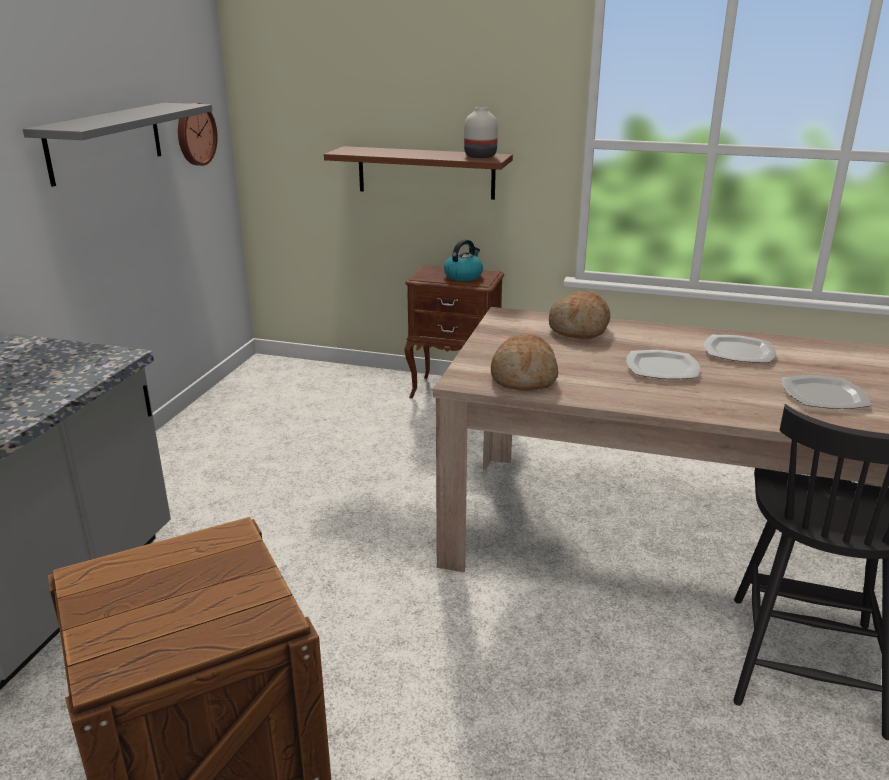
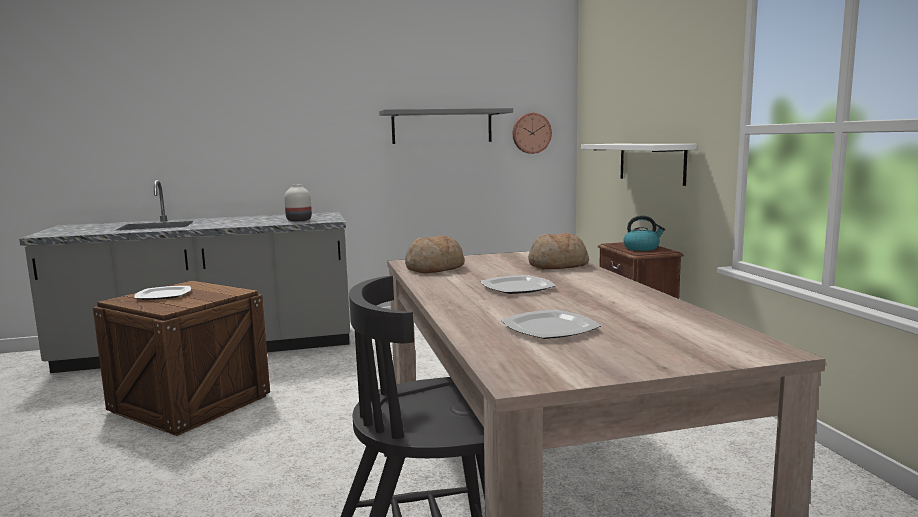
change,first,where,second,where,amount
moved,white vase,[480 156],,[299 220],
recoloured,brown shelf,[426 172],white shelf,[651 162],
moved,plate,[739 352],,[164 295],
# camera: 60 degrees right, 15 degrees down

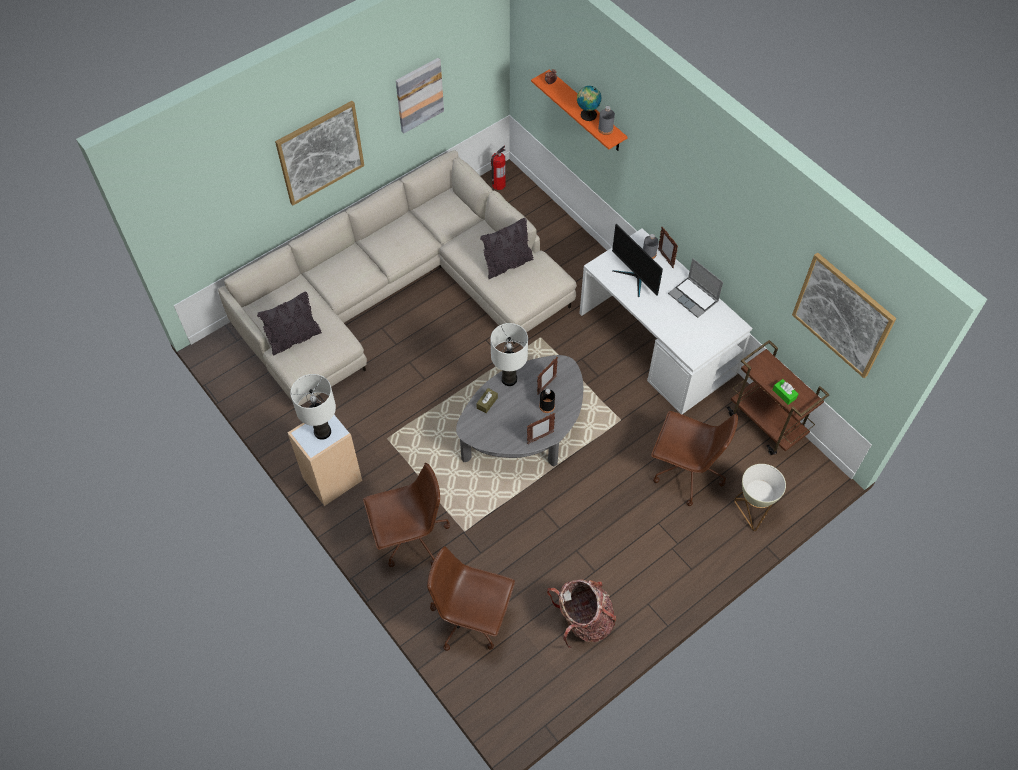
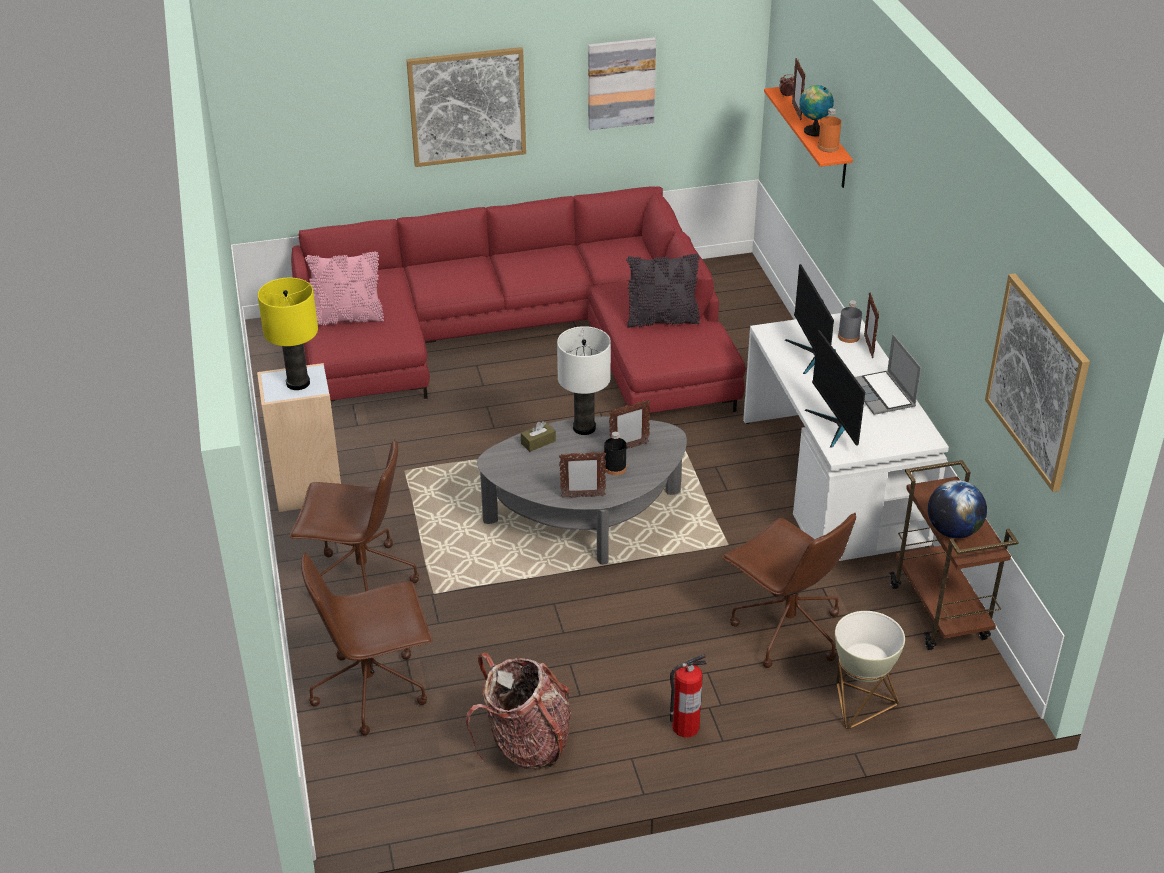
change,first,where,second,where,amount
recoloured,grey bottle,[605 129],orange bottle,[828 147],
moved,fire extinguisher,[498 185],,[685 727],
recoloured,beige sofa,[400 293],red sofa,[523 340],
recoloured,black pillow,[294 338],pink pillow,[348 318],
recoloured,white table lamp,[322 432],yellow table lamp,[298 383],
replaced,green tissue box,[784 394],globe,[953 531],
turned,brown office chair,[472 619],,[375 690],60 degrees counterclockwise
added,,,picture frame,[796 112],
added,,,monitor,[836 425],
# camera: 25 degrees right, 20 degrees down

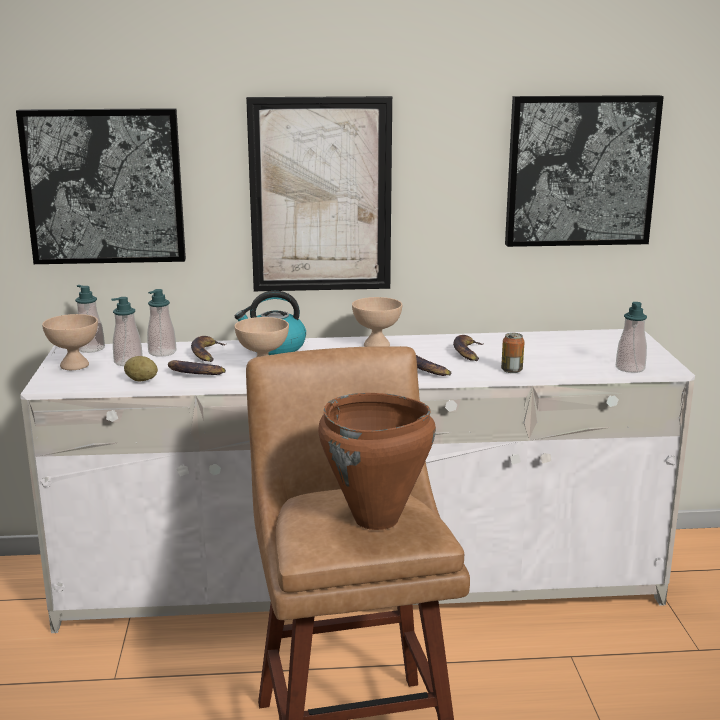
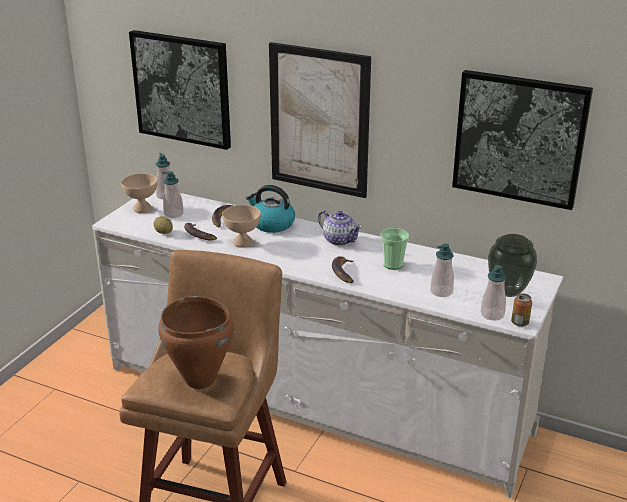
change,first,where,second,where,amount
moved,soap dispenser,[162 352],,[441 291],
replaced,beige bowl,[376 345],teapot,[339 240],
moved,can,[511 370],,[520 323],
replaced,banana,[468 352],cup,[393 265],
added,,,vase,[509 292],
# camera: 30 degrees right, 10 degrees up

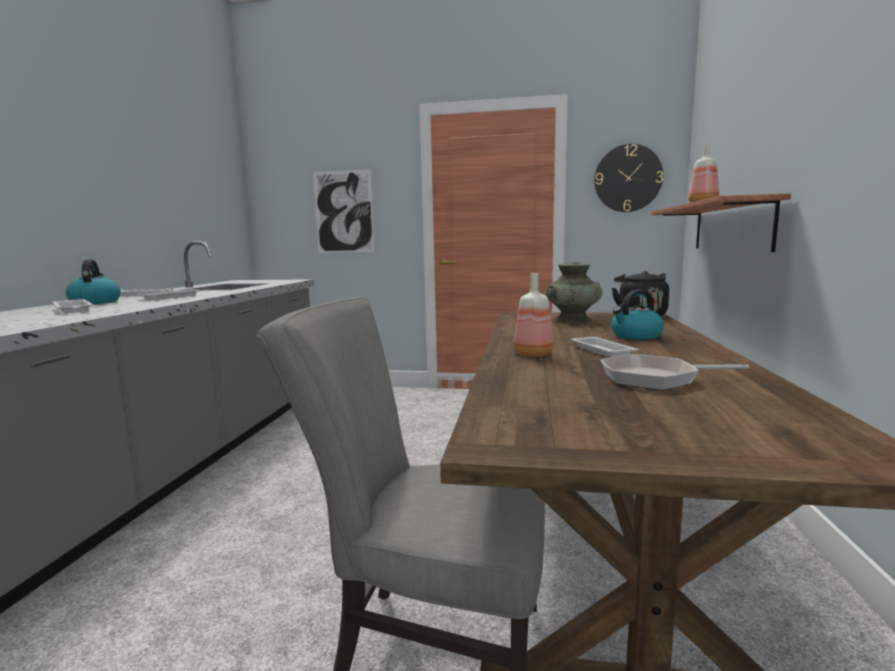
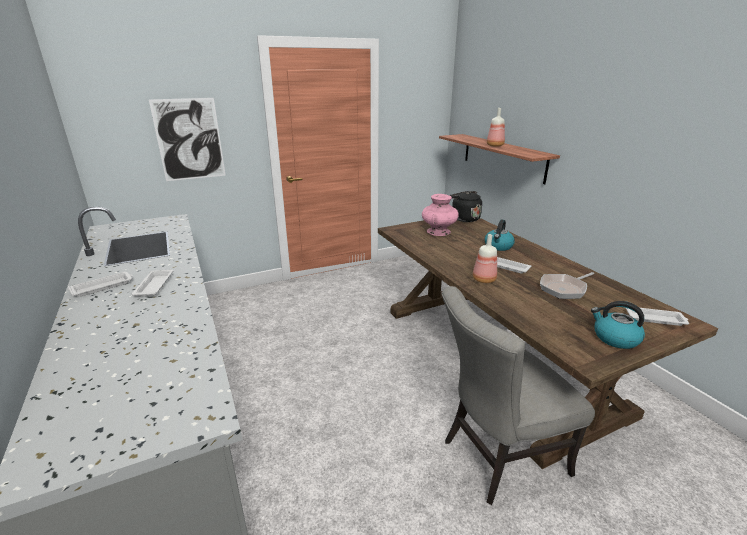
change,first,where,second,where,amount
removed,wall clock,[628 178],,,
moved,kettle,[95 302],,[615 338],
recoloured,turquoise vase,[573 320],pink vase,[438 231],
moved,white tray,[73 310],,[656 319],
# camera: 35 degrees left, 15 degrees up

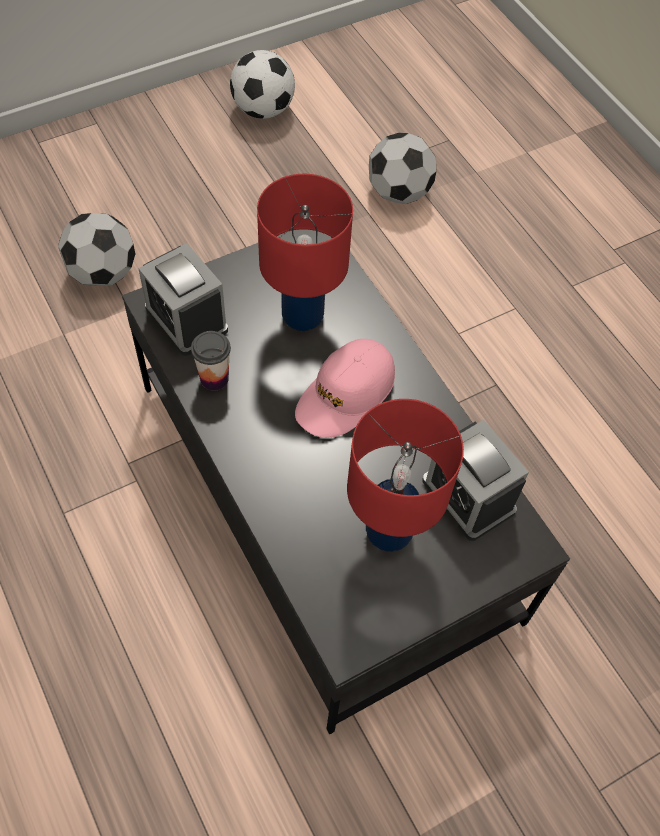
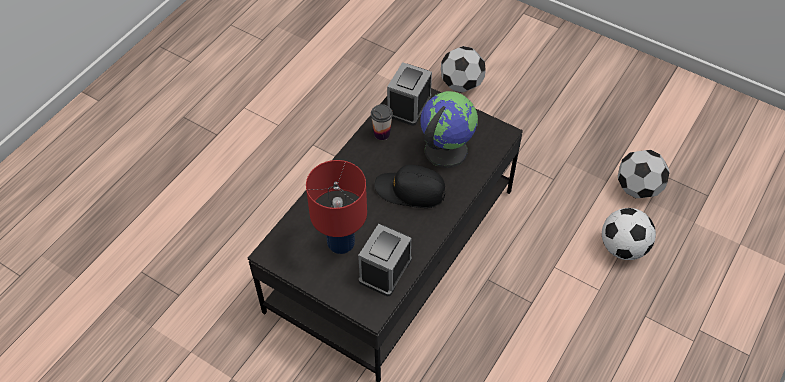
change,first,where,second,where,amount
moved,football,[263 110],,[623 248],
replaced,red table lamp,[300 317],globe,[445 150],
recoloured,pink cap,[345 395],black cap,[410 191],
# camera: 65 degrees right, 5 degrees down

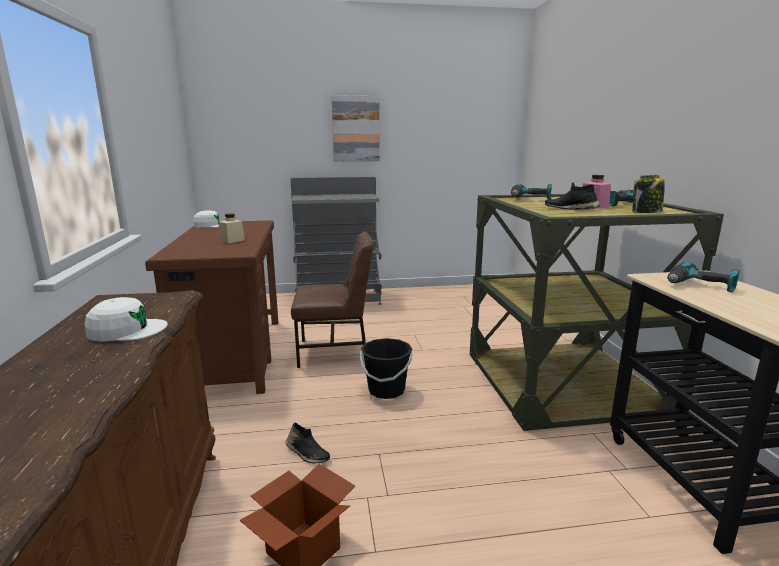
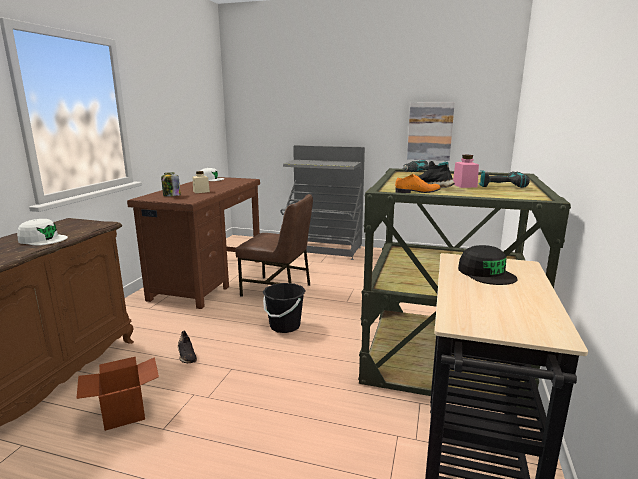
change,first,where,second,where,amount
moved,picture,[356 129],,[430 131],
moved,jar,[646 212],,[171 196],
replaced,power drill,[700 286],black cap,[486 273],
added,,,orange shoe,[418 191],
# camera: 25 degrees right, 0 degrees up

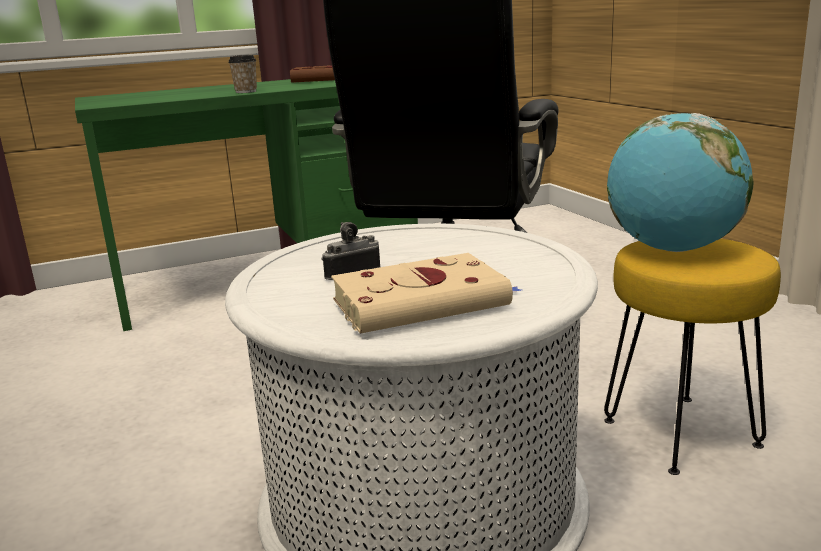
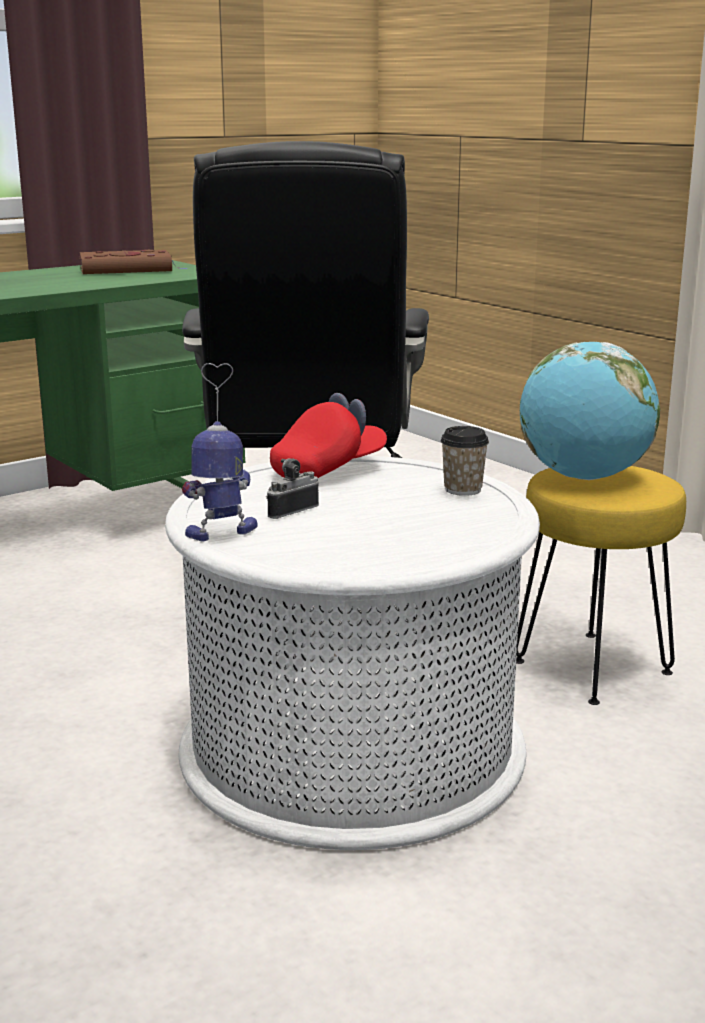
change,first,where,second,where,amount
moved,cup,[246 92],,[463 489],
removed,beige book,[425 302],,,
added,,,toy robot,[223 532],
added,,,red cap,[329 470],
# camera: 15 degrees left, 0 degrees up

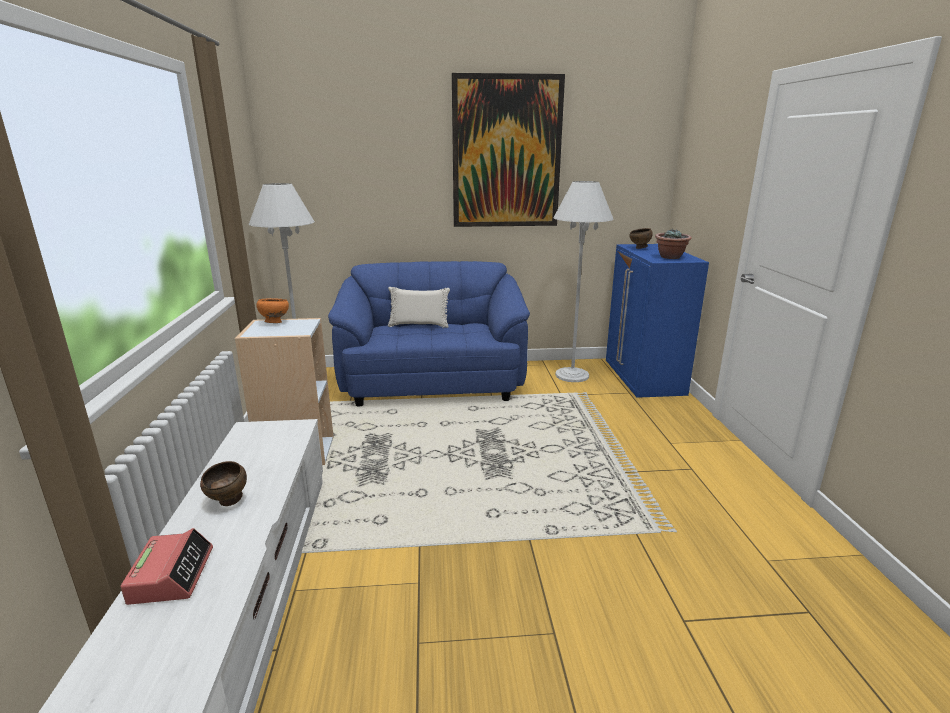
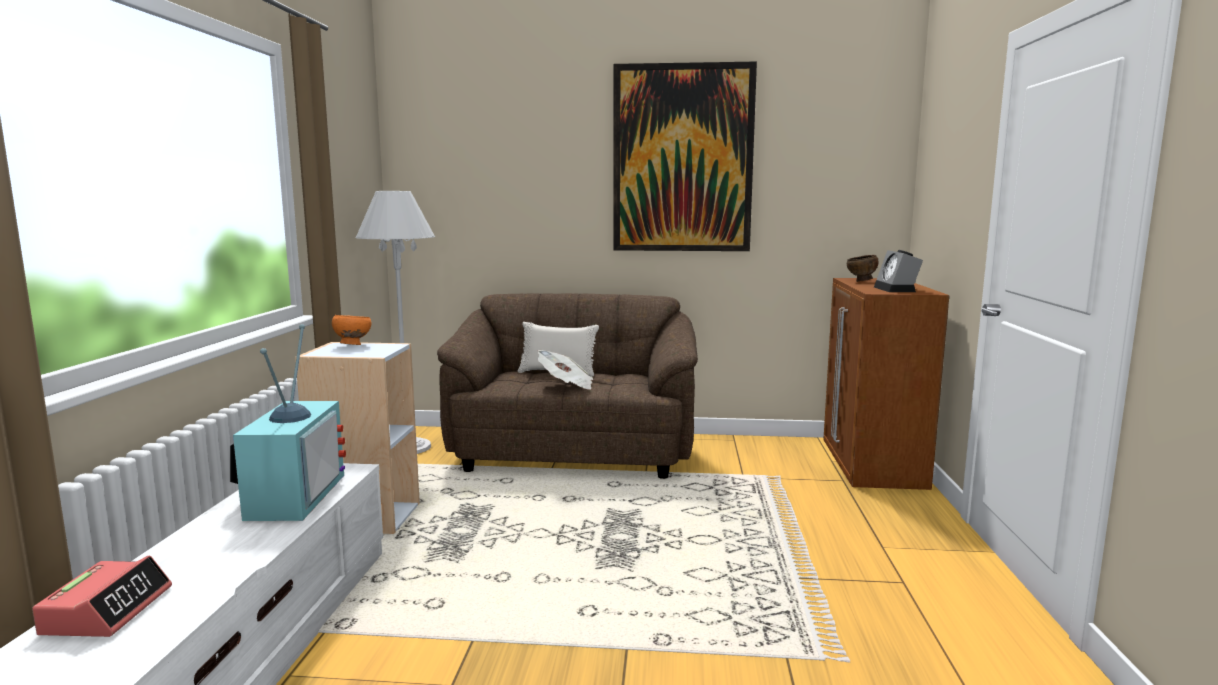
change,first,where,second,where,amount
removed,white floor lamp,[572 375],,,
replaced,potted plant,[670 257],alarm clock,[897 289],
recoloured,blue cabinet,[644 376],brown cabinet,[872 462],
recoloured,blue sofa,[433 384],brown sofa,[573 453],
removed,brown bowl,[229 502],,,
added,,,television,[291 495],
added,,,newspaper,[566 385],
# camera: 10 degrees right, 10 degrees down

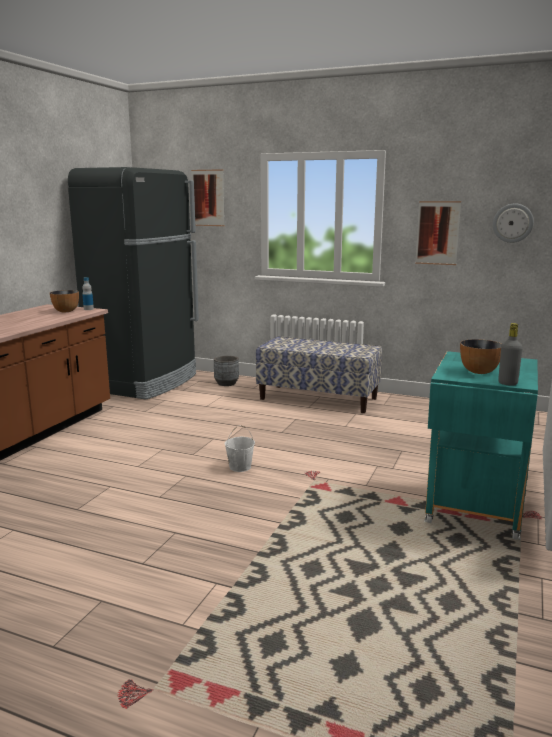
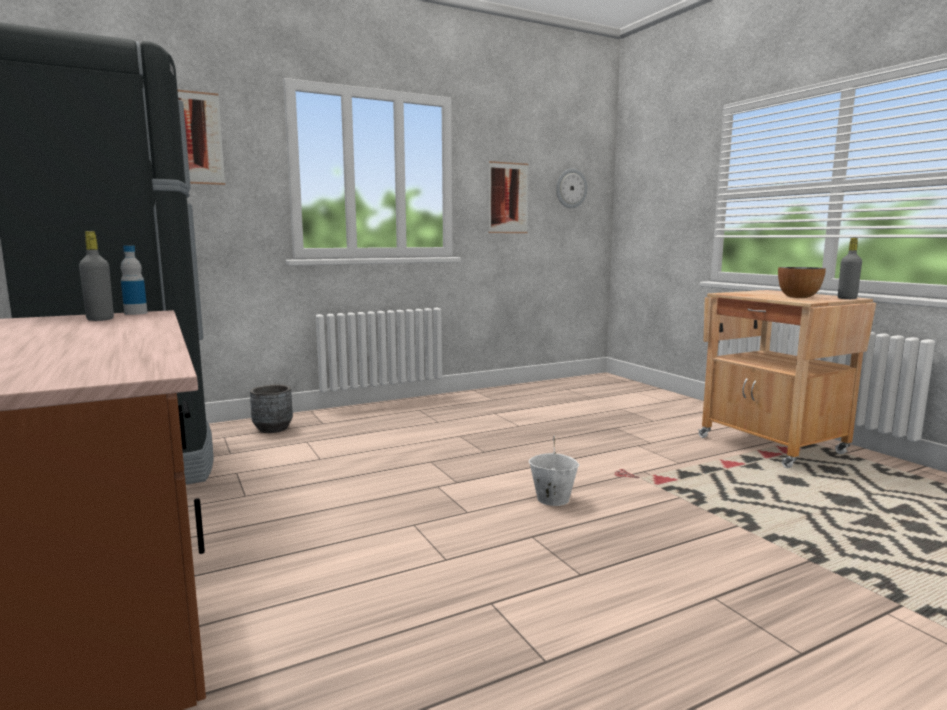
change,first,where,second,where,amount
replaced,bowl,[65 311],grey bottle,[100 319],
removed,bench,[318 398],,,
recoloured,turquoise cart,[474 509],brown cart,[773 446],
# camera: 50 degrees left, 5 degrees down

